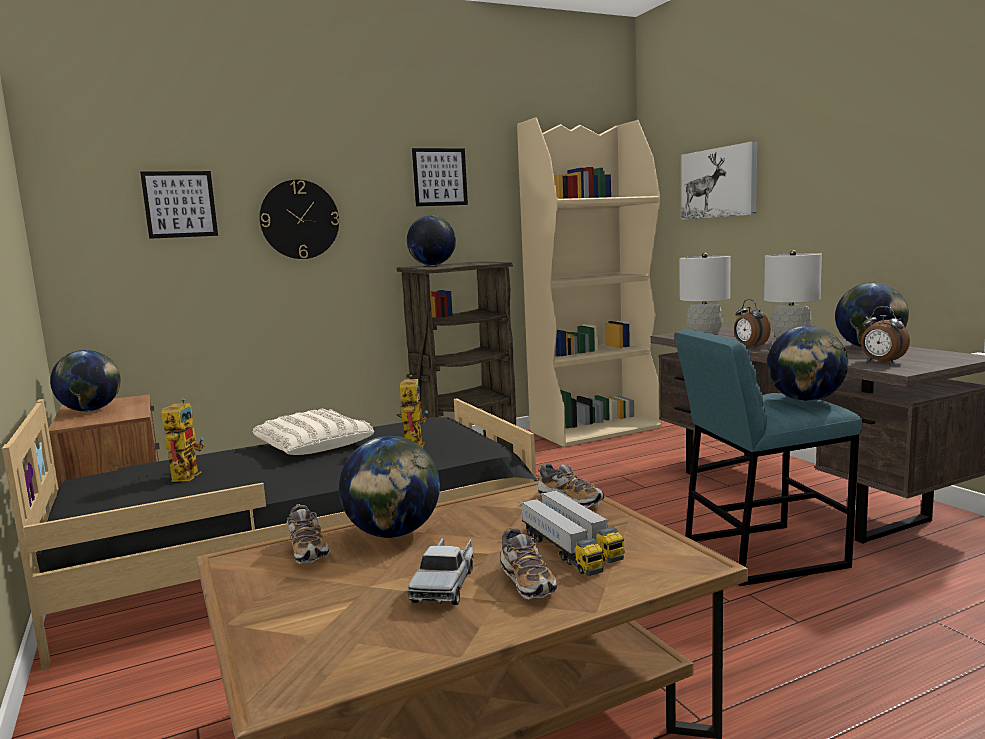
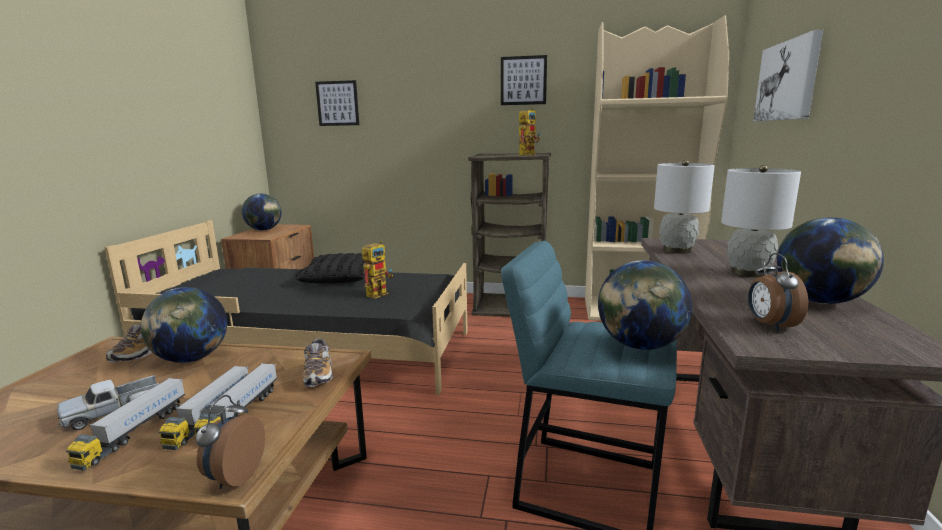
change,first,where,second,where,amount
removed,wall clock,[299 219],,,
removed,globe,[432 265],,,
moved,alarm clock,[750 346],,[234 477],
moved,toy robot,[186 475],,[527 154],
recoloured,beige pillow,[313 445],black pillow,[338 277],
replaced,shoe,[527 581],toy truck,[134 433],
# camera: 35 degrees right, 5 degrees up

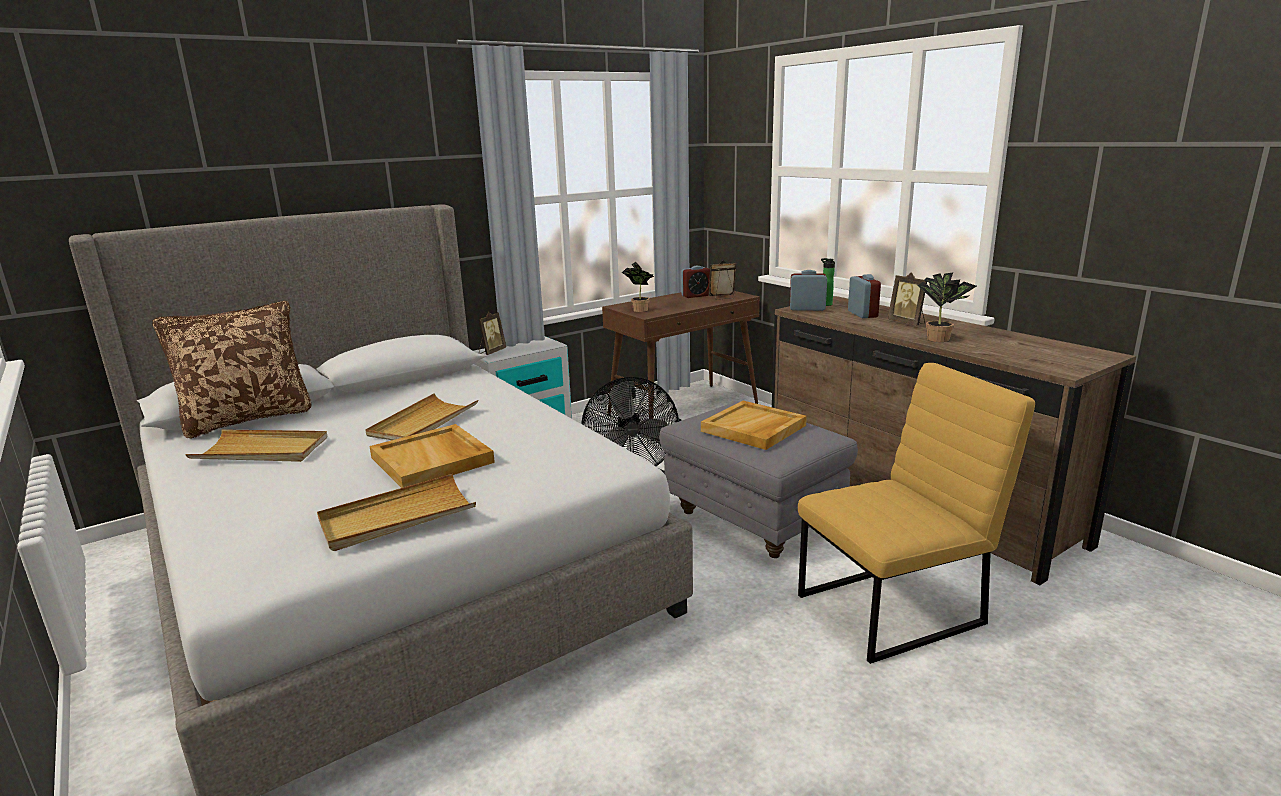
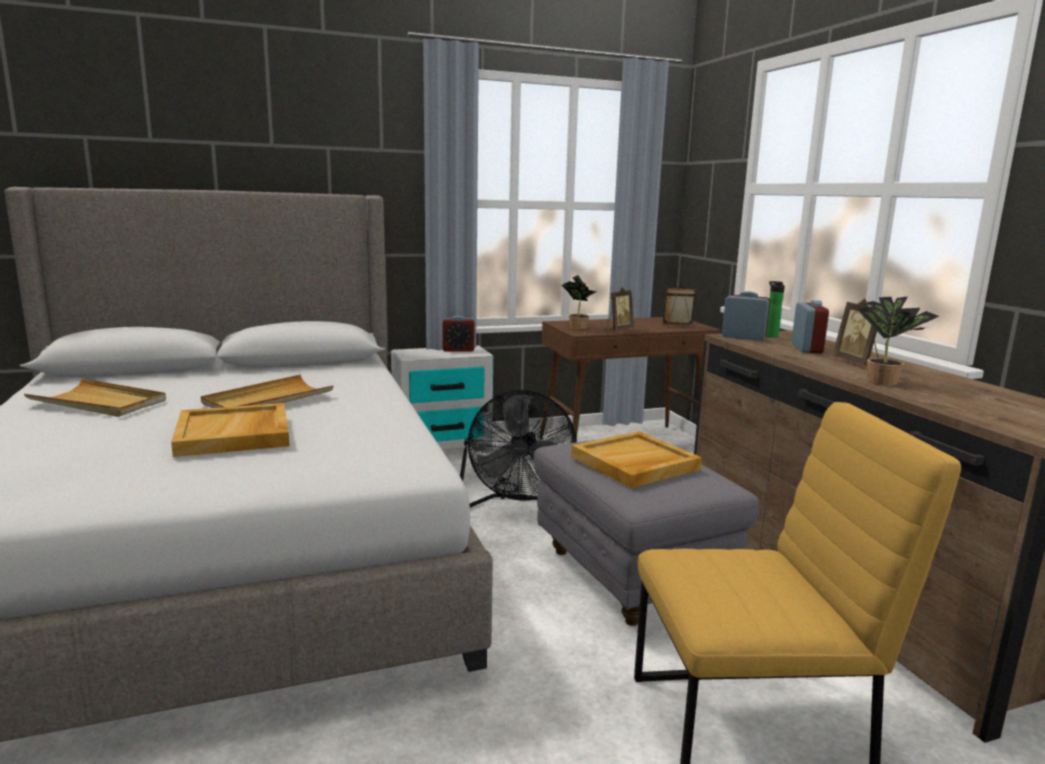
change,first,where,second,where,amount
moved,alarm clock,[696 296],,[458 350],
removed,brown pillow,[250 421],,,
moved,picture frame,[491 352],,[618 330],
removed,beige tray,[397 517],,,
# camera: 15 degrees right, 5 degrees down

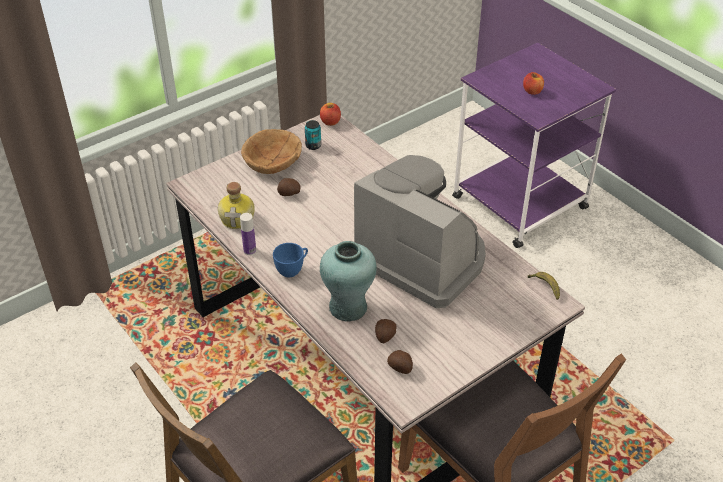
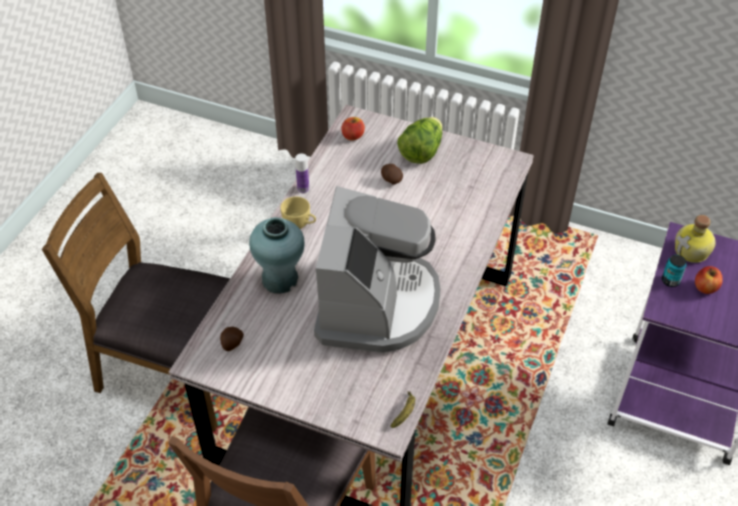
change,first,where,second,where,amount
moved,apple,[330 122],,[353 136],
moved,can,[313 145],,[670 281],
replaced,brown bowl,[272 163],lettuce,[421 152],
moved,bottle,[238 218],,[692 251],
recoloured,blue cup,[292 269],yellow cup,[300 225],
removed,potato,[384 336],,,
# camera: 60 degrees right, 5 degrees up

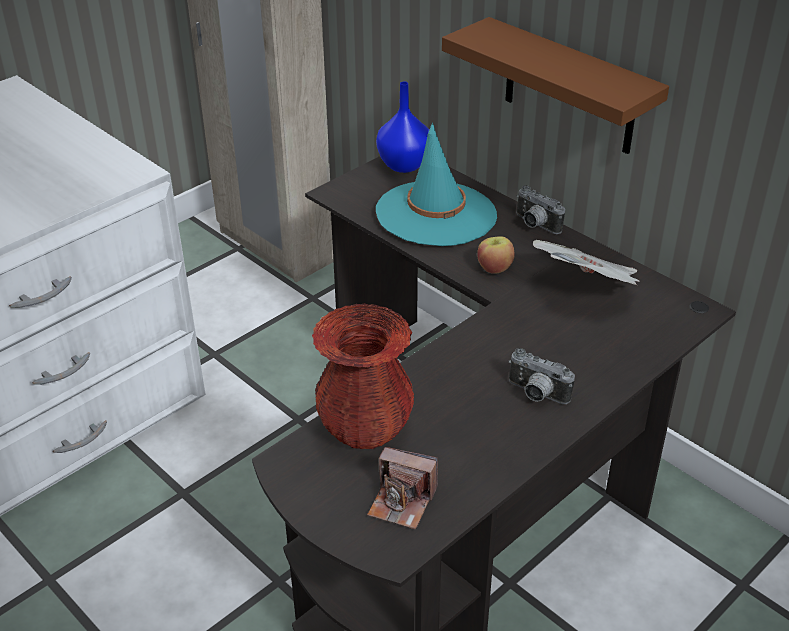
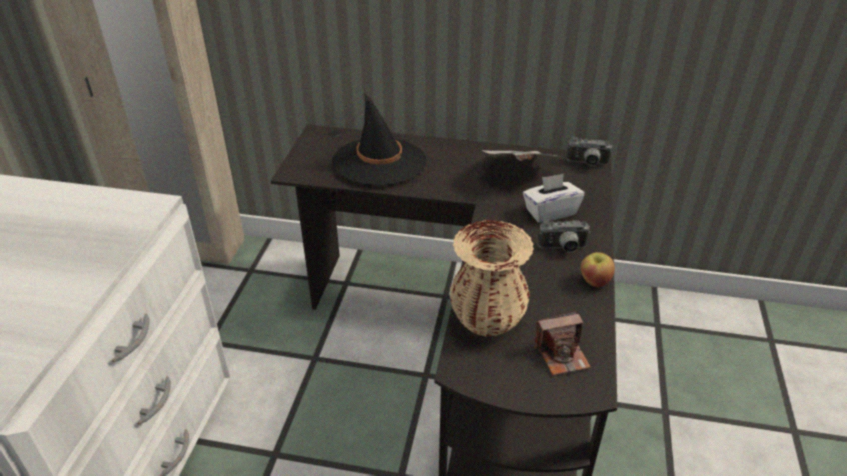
change,first,where,second,where,amount
removed,brown shelf,[569 88],,,
removed,blue vase,[403 165],,,
recoloured,turquoise hat,[436 214],black hat,[379 162],
moved,photo camera,[534 225],,[587 164],
moved,apple,[494 268],,[594 281],
recoloured,red vase,[365 429],beige vase,[487 320],
added,,,white tissue box,[550 212],
# camera: 35 degrees left, 0 degrees up

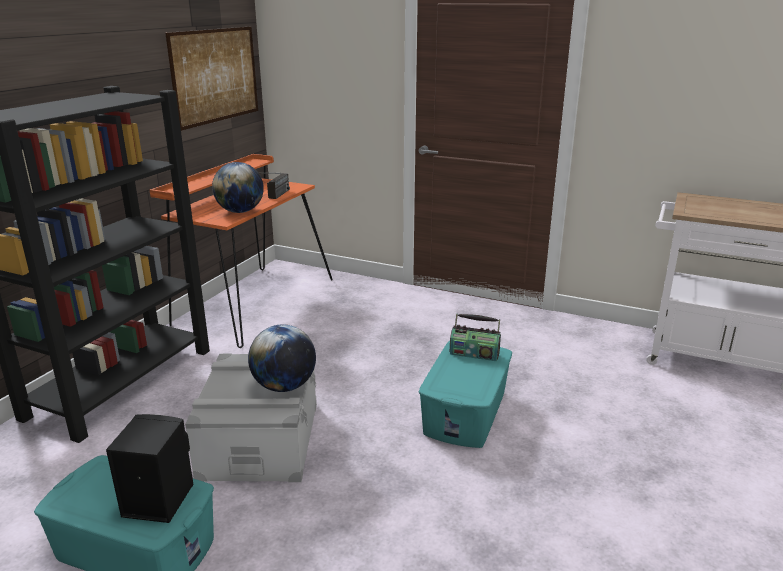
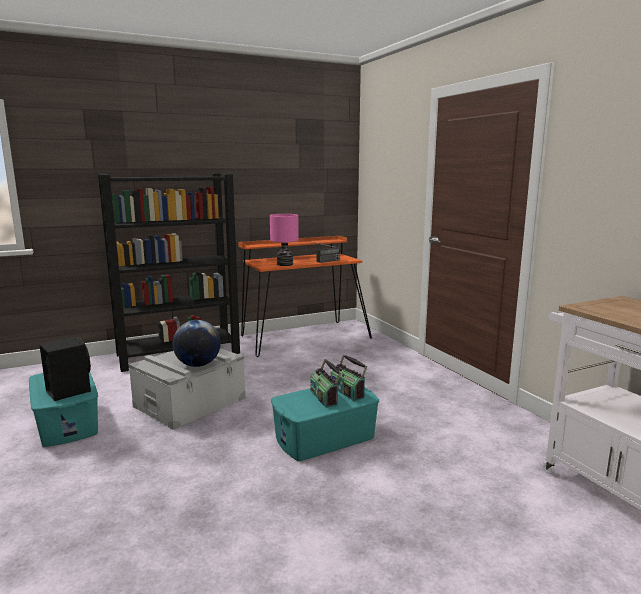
change,first,where,second,where,amount
removed,picture,[215 75],,,
replaced,globe,[240 211],pink table lamp,[285 264],
added,,,radio,[324 397],
# camera: 40 degrees right, 10 degrees down

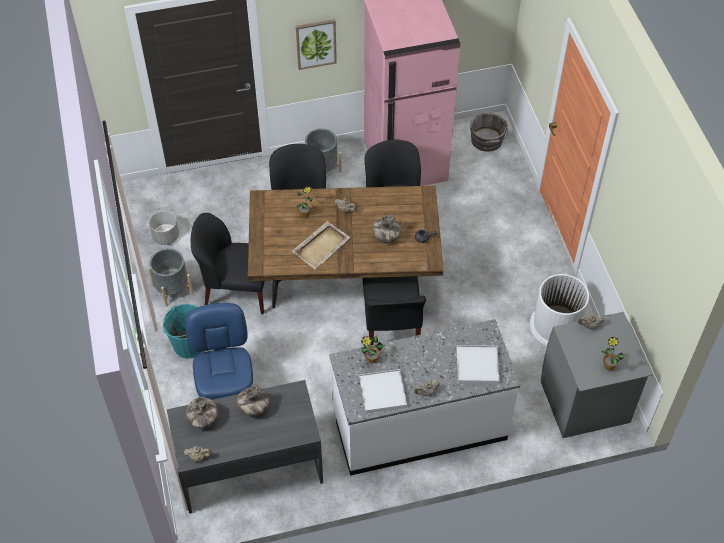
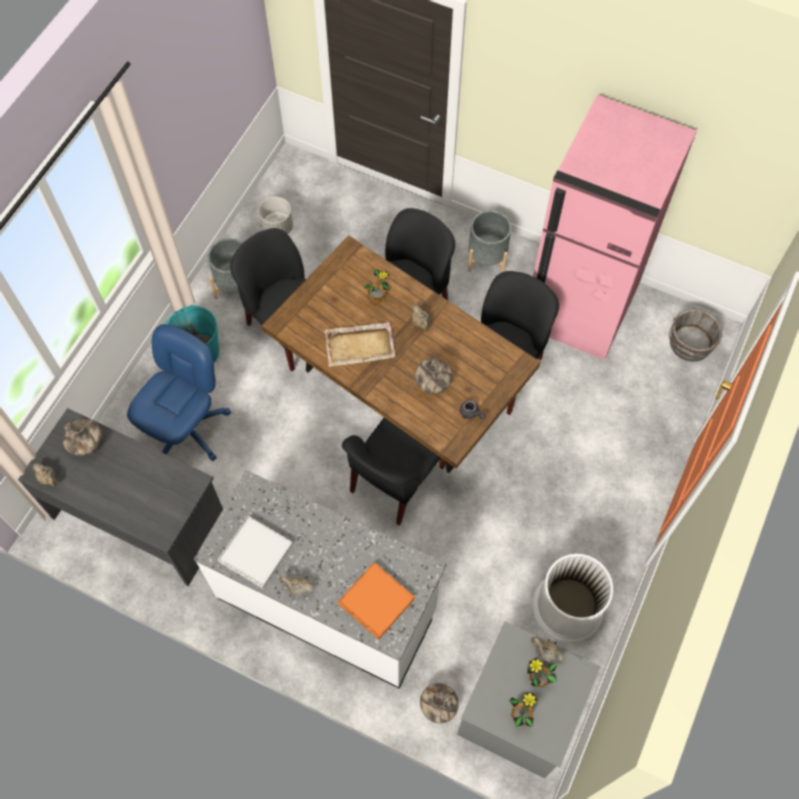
change,first,where,second,where,amount
removed,picture,[316 43],,,
moved,potted plant,[372 359],,[538 679],
recoloured,white tray,[477 366],orange tray,[376 601],
moved,vase,[254 408],,[438 706],
# camera: 40 degrees right, 10 degrees up

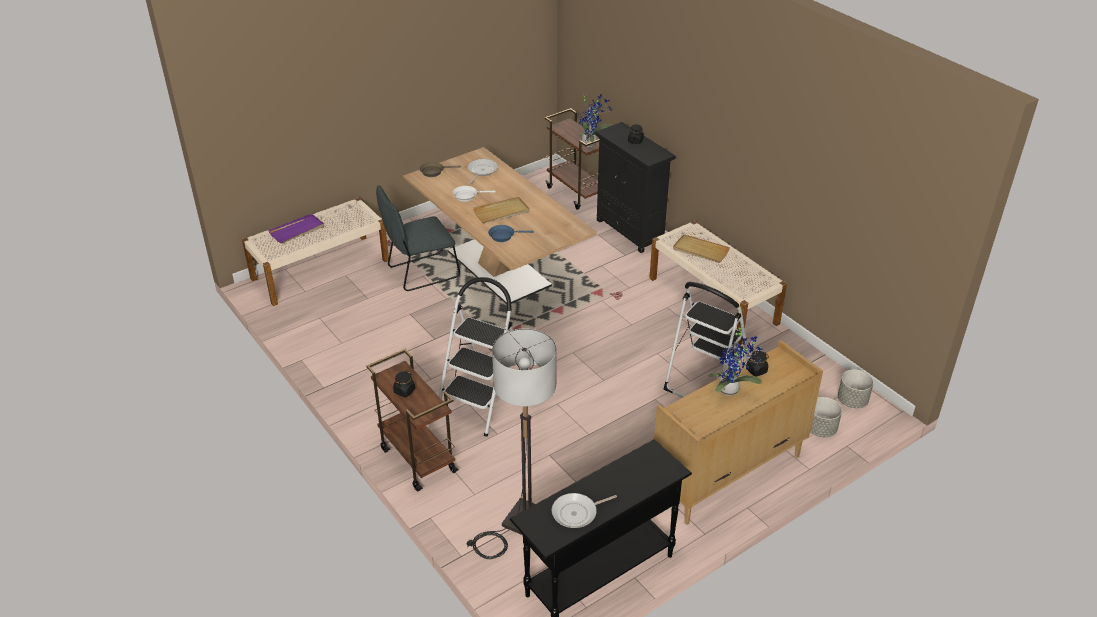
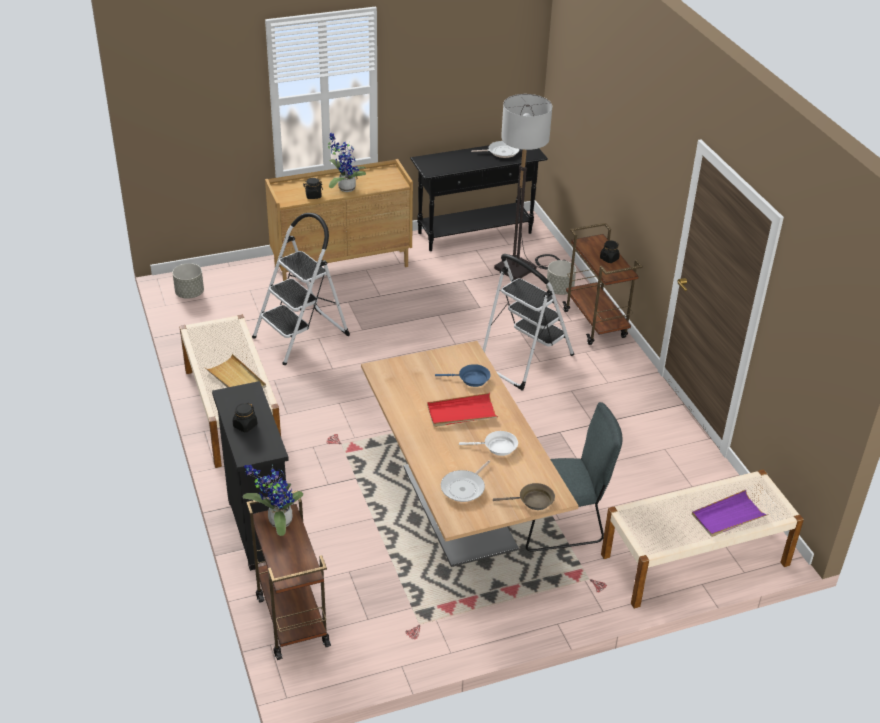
change,first,where,second,where,amount
recoloured,beige tray,[501 212],red tray,[461 413],
moved,grey planter,[821 429],,[559 290],
# camera: 165 degrees left, 0 degrees up

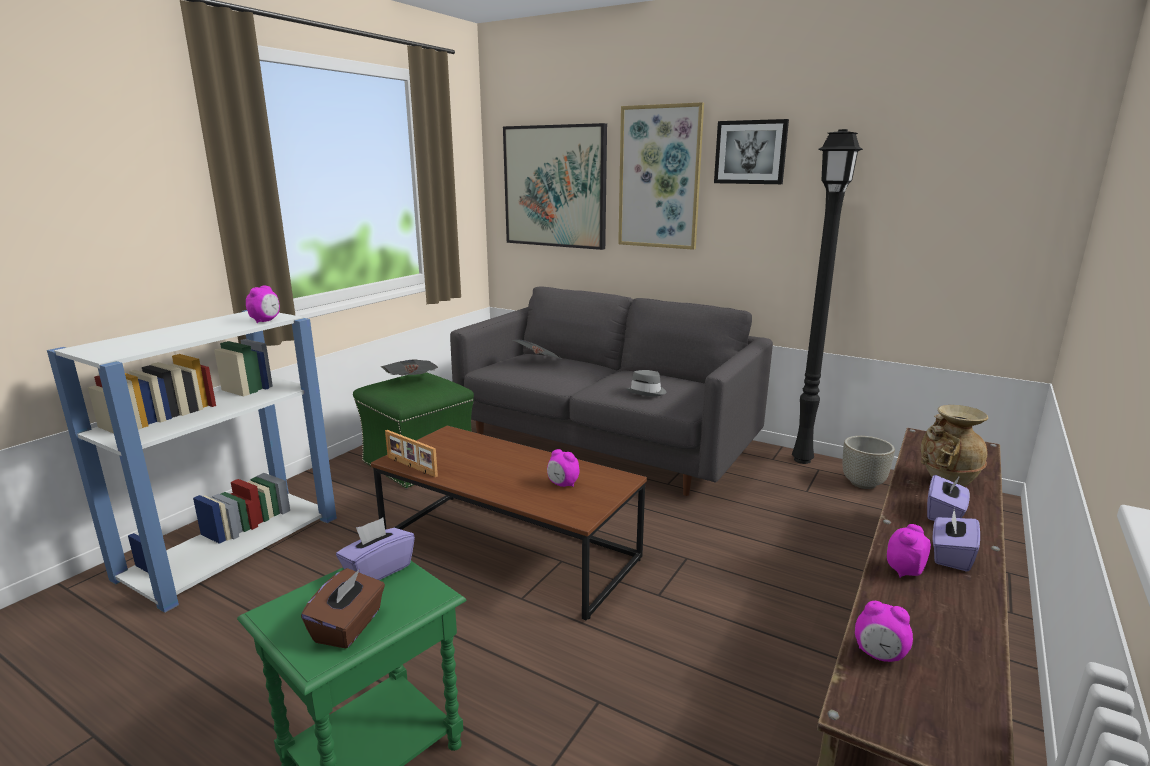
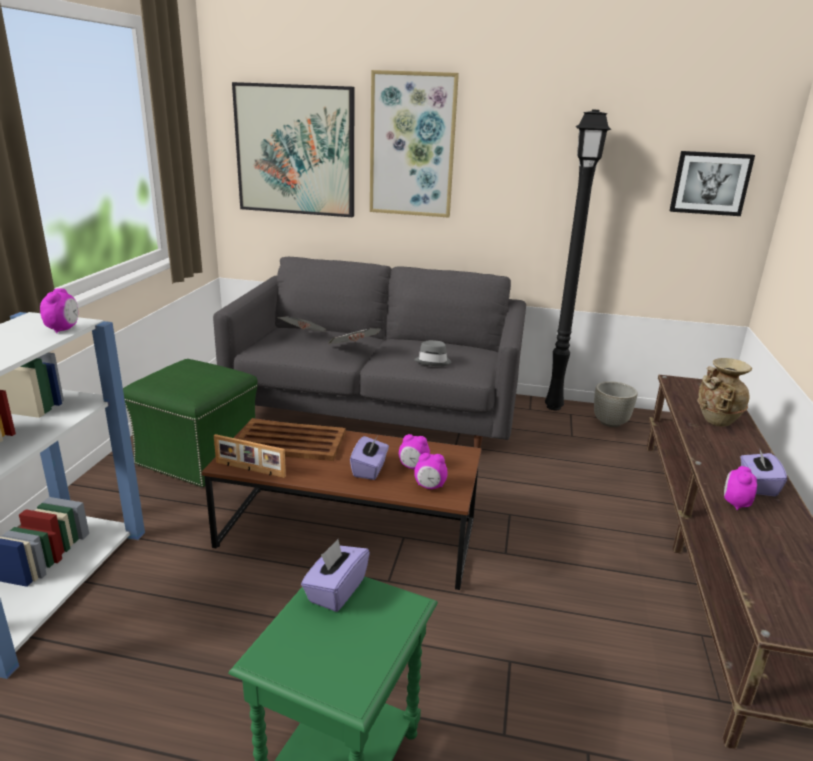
change,first,where,second,where,amount
moved,picture,[750 152],,[710 183],
moved,newspaper,[411 382],,[353 350],
moved,purple tissue box,[944 514],,[369 469],
removed,brown tissue box,[349 626],,,
moved,alarm clock,[879 655],,[430 487],
added,,,brown tray,[291 442],
# camera: 20 degrees left, 5 degrees up

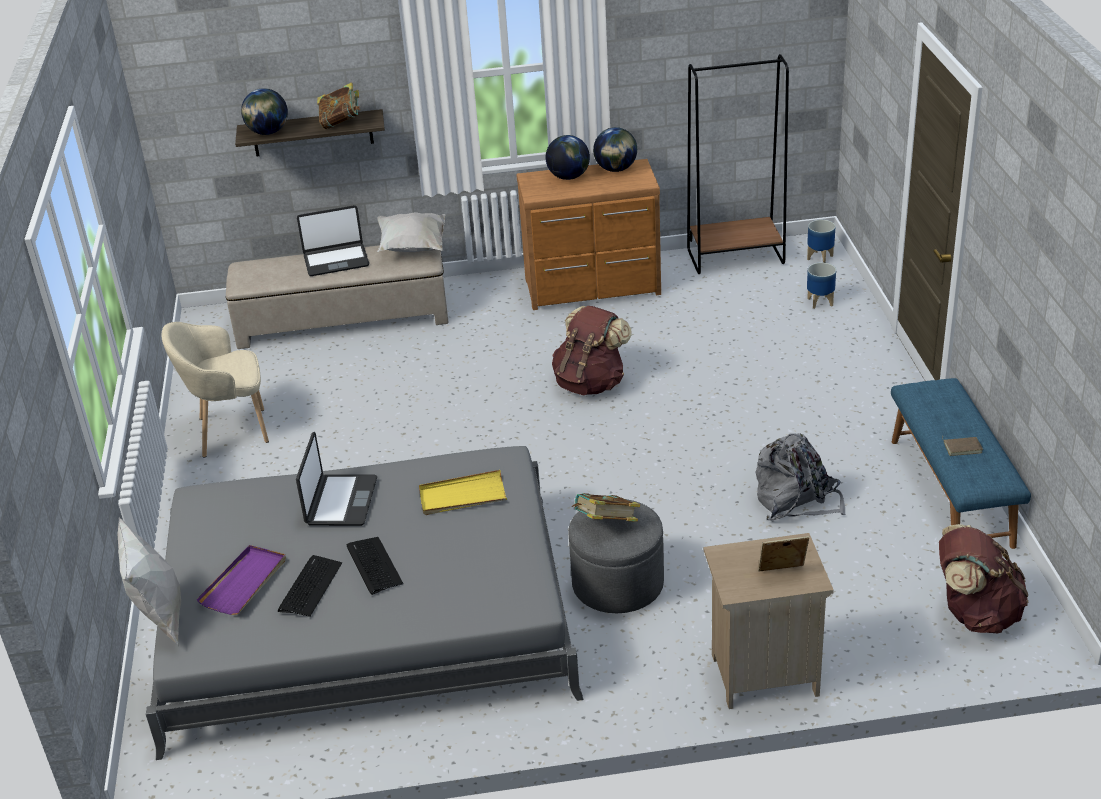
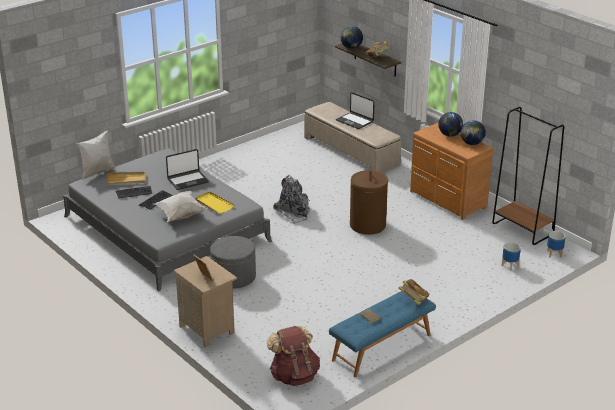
change,first,where,second,where,amount
moved,white pillow,[413 249],,[180 215],
replaced,brown backpack,[591 383],brown laundry basket,[368 225],
removed,beige armchair,[229 432],,,
moved,grey backpack,[796 500],,[293 212],
moved,book,[606 525],,[413 300],
recoloured,purple tray,[244 582],beige tray,[126 180],
# camera: 55 degrees right, 5 degrees down

